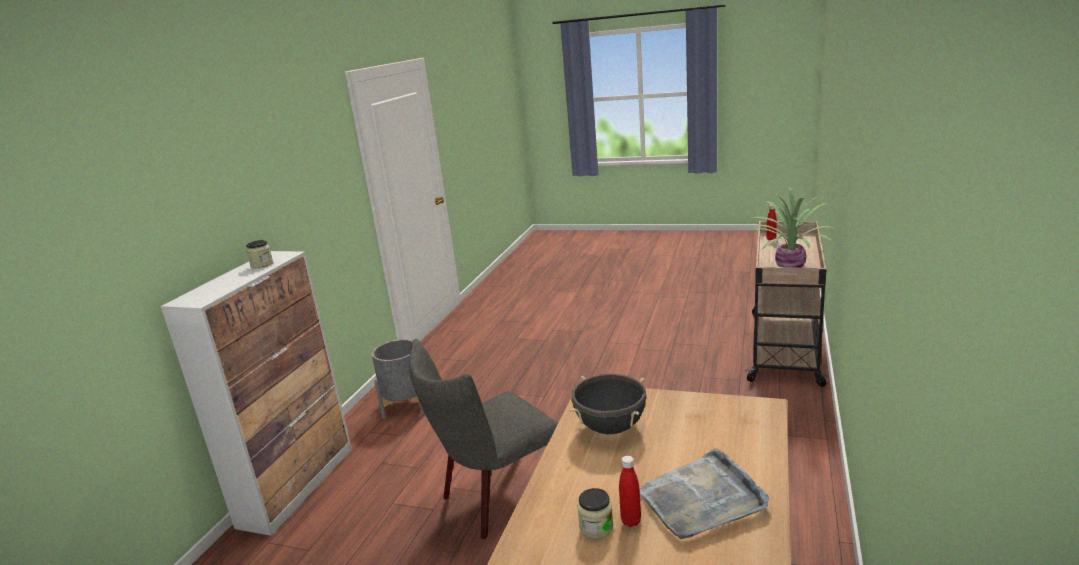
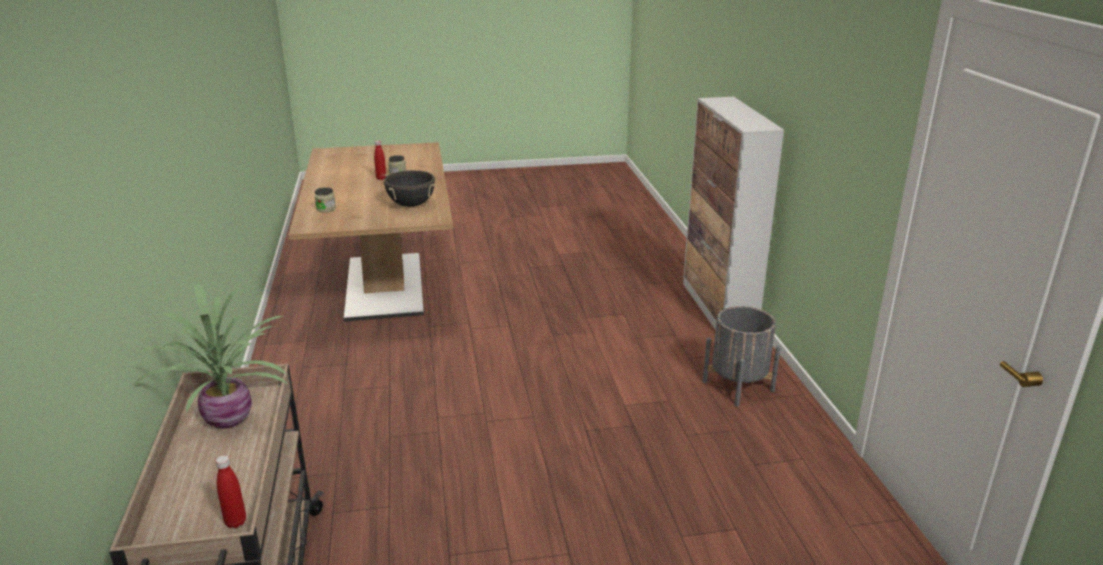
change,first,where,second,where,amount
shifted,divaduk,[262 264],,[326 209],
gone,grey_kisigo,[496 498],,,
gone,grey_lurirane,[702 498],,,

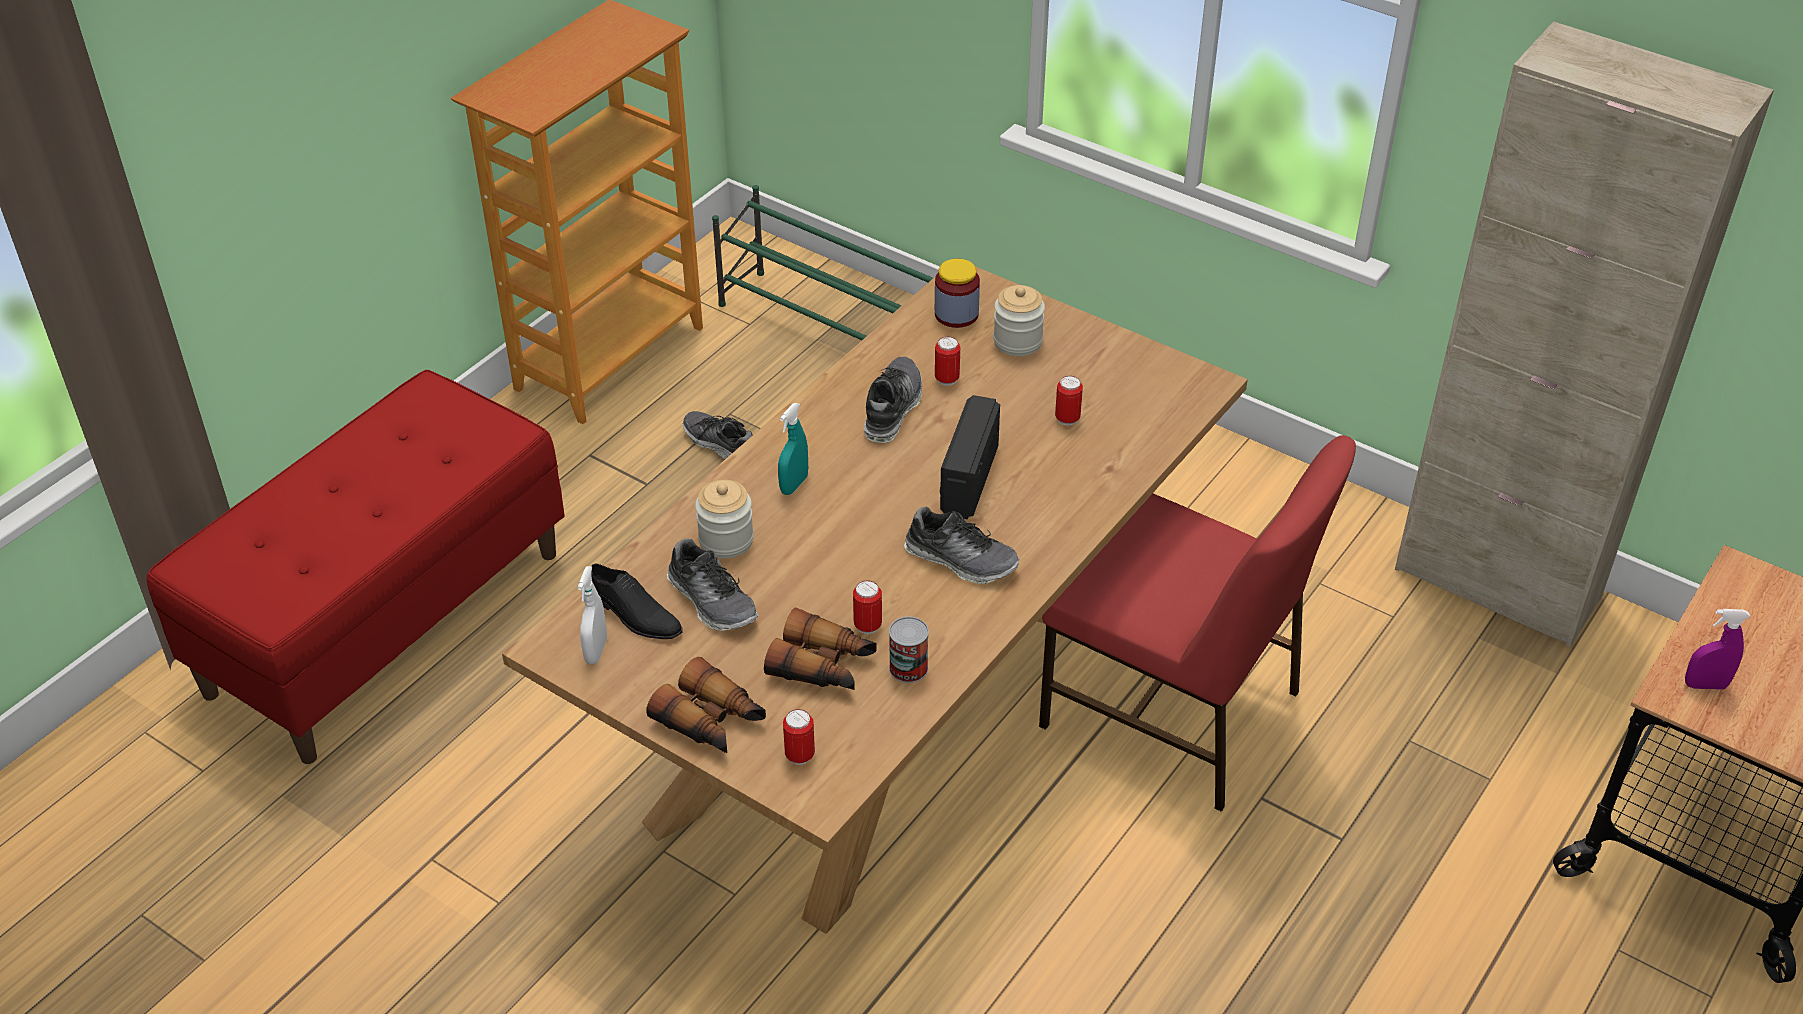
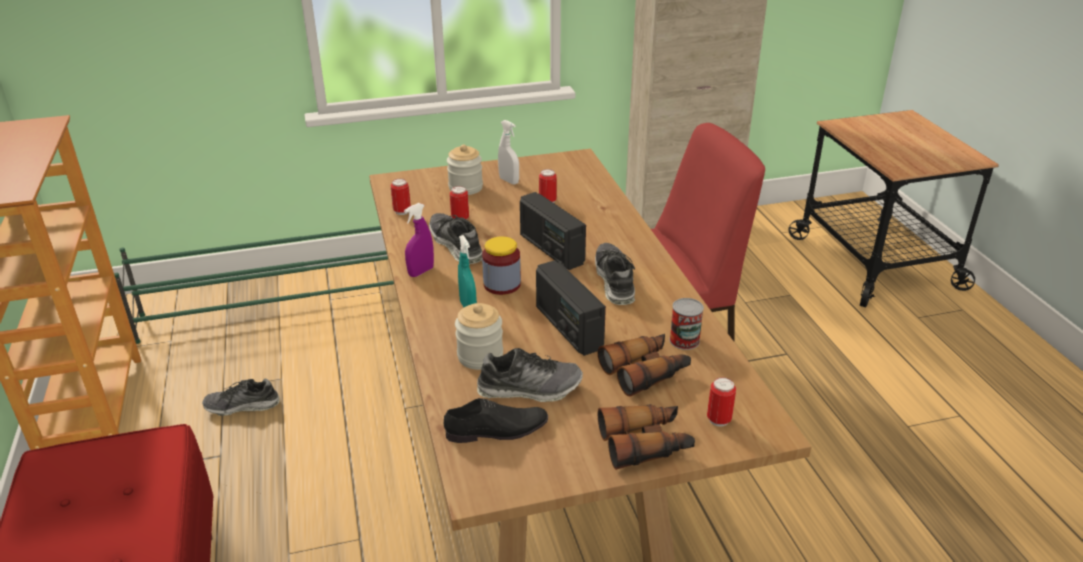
change,first,where,second,where,amount
shifted,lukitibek,[867 626],,[402 211],
shifted,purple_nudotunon,[1705 685],,[421 272],
shifted,divaduk,[956 314],,[502 284],
shifted,white_nudotunon,[596 651],,[509 181],
new,,,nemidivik,[568 327],
rotated,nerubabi,[961 560],,[614 281],75 degrees counterclockwise

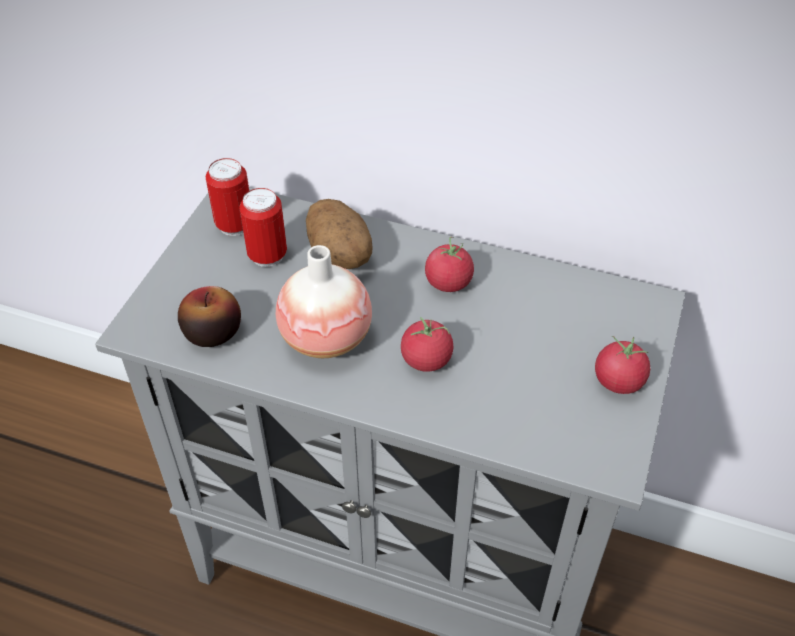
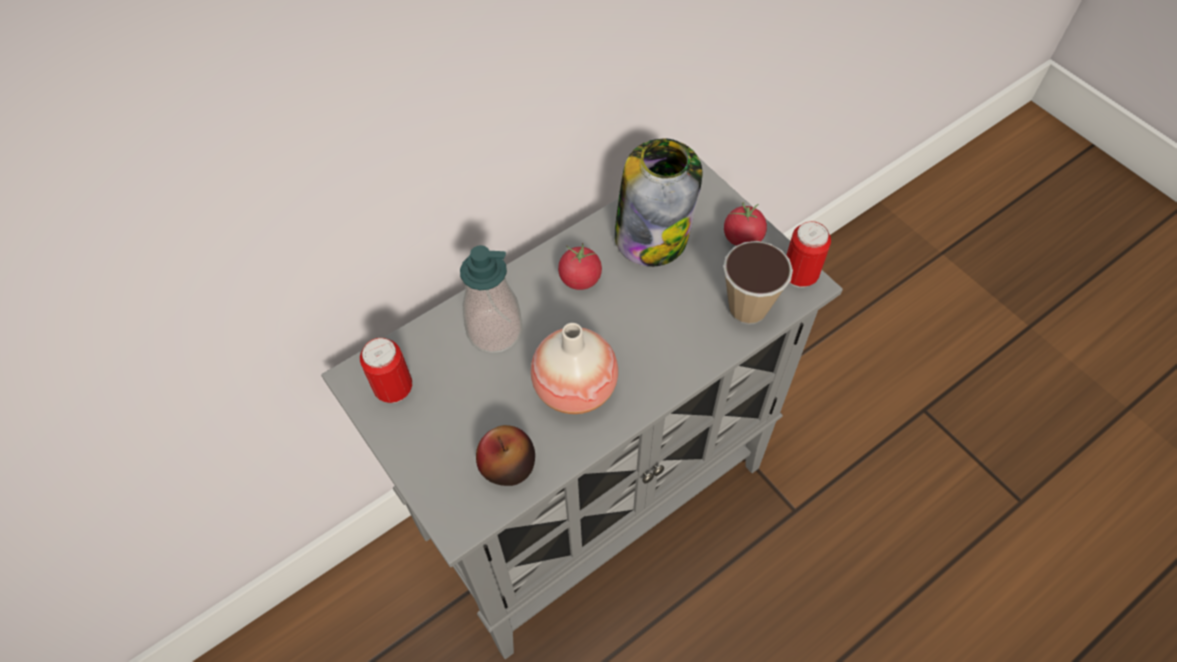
change,first,where,second,where,amount
swapped,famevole,[341 256],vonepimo,[495 331],
new,,,divaduk,[652 234],
new,,,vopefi,[747 308],
shifted,lukitibek,[267 256],,[799 276],
gone,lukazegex,[426 359],,,

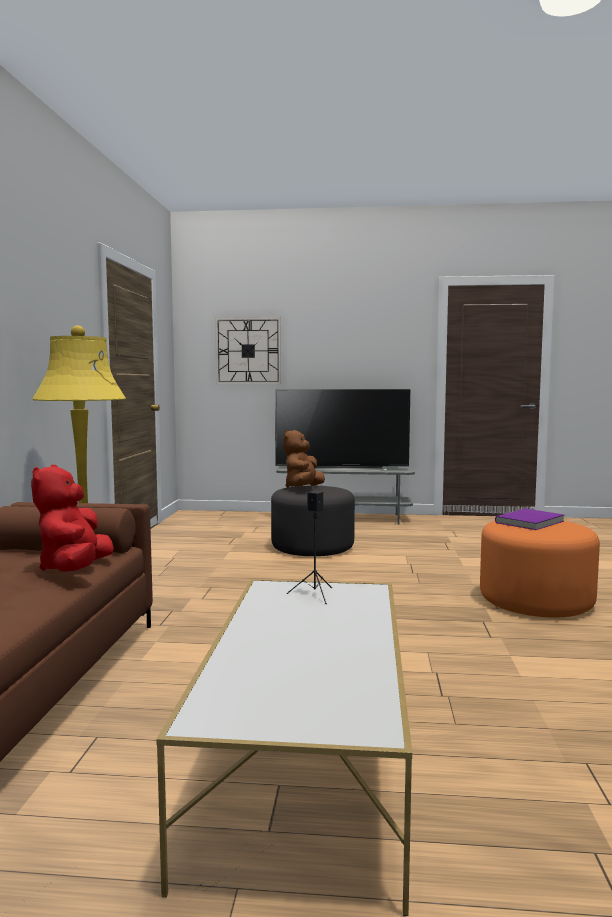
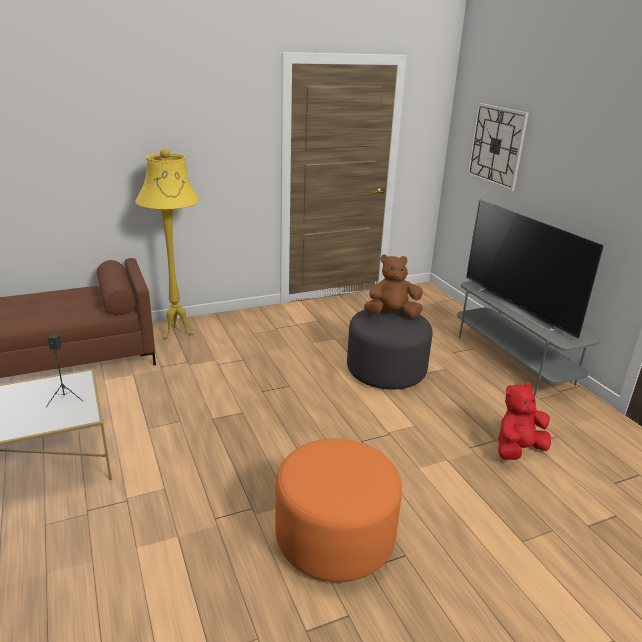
change,first,where,second,where,amount
shifted,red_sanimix,[75 569],,[518 450],
gone,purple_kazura,[531 522],,,

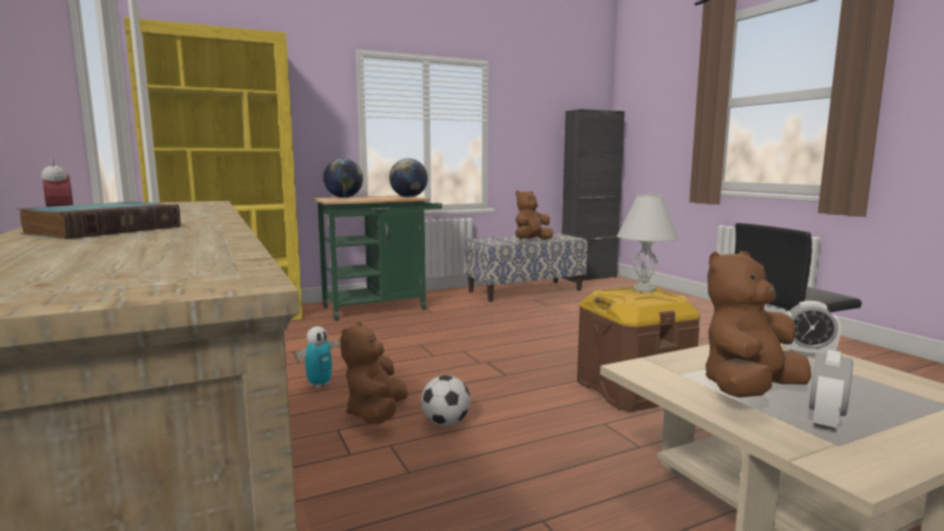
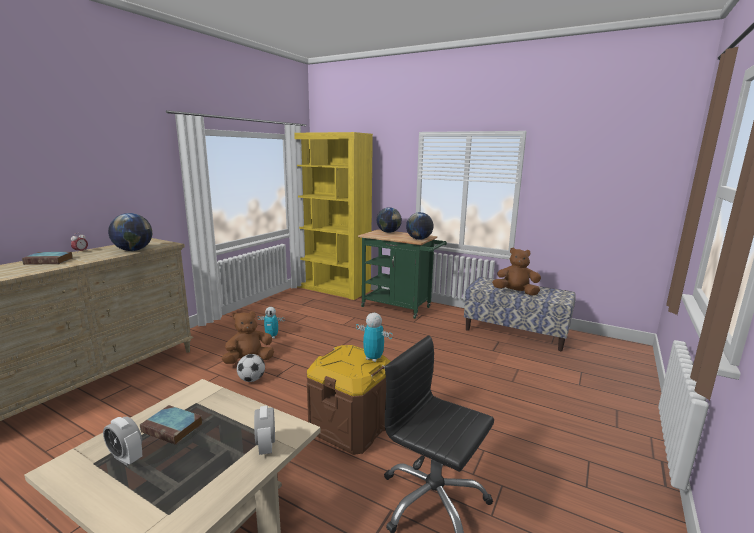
change,first,where,second,where,amount
rotated,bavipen,[826 422],,[126 458],150 degrees counterclockwise
new,,,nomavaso,[133 250],
swapped,brown_sanimix,[748 391],kazura,[173 428],
swapped,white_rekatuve,[643 289],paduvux,[373 358],
gone,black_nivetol,[588 277],,,

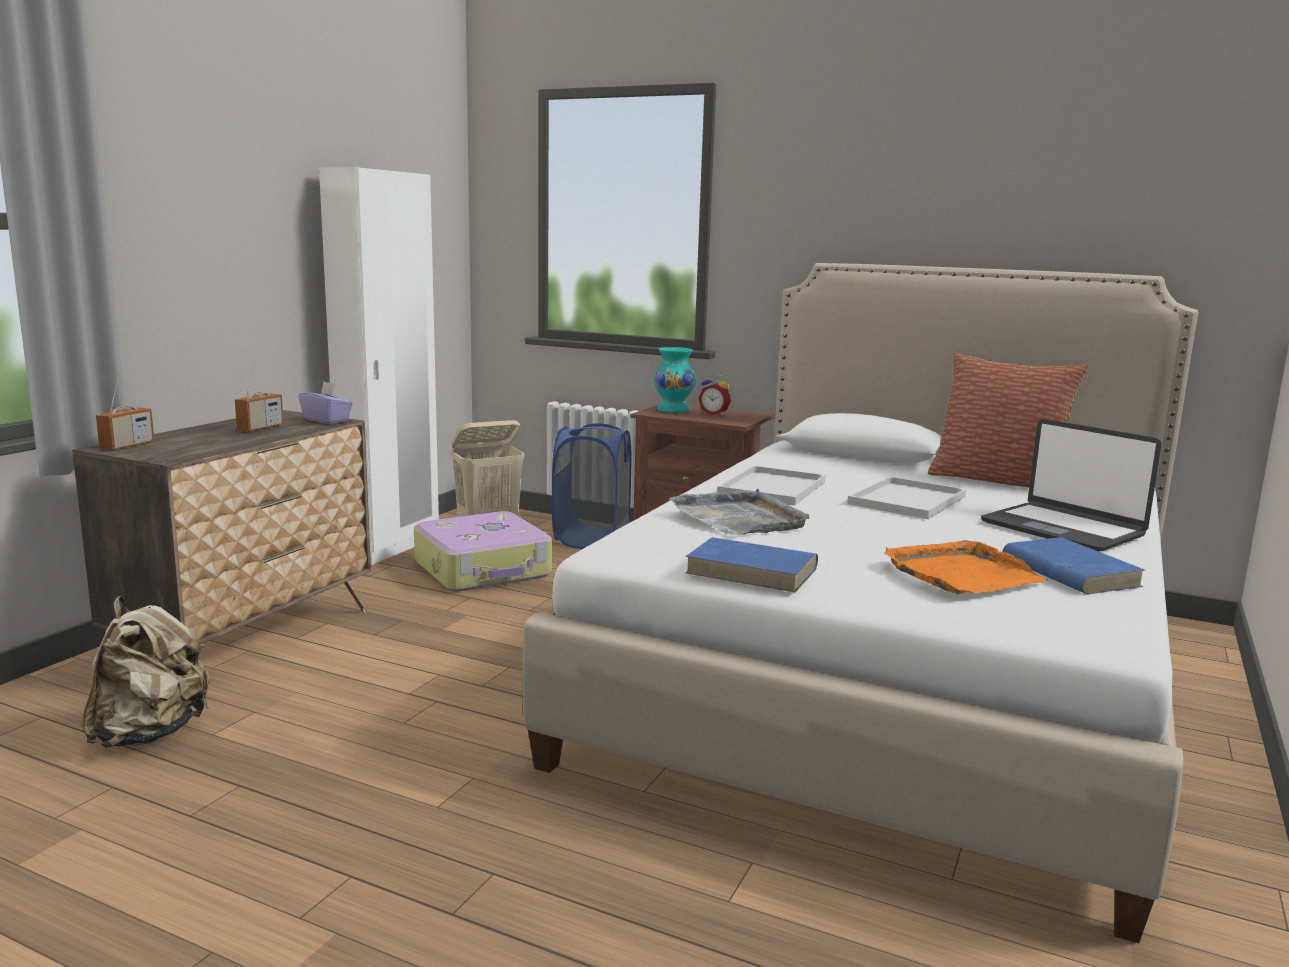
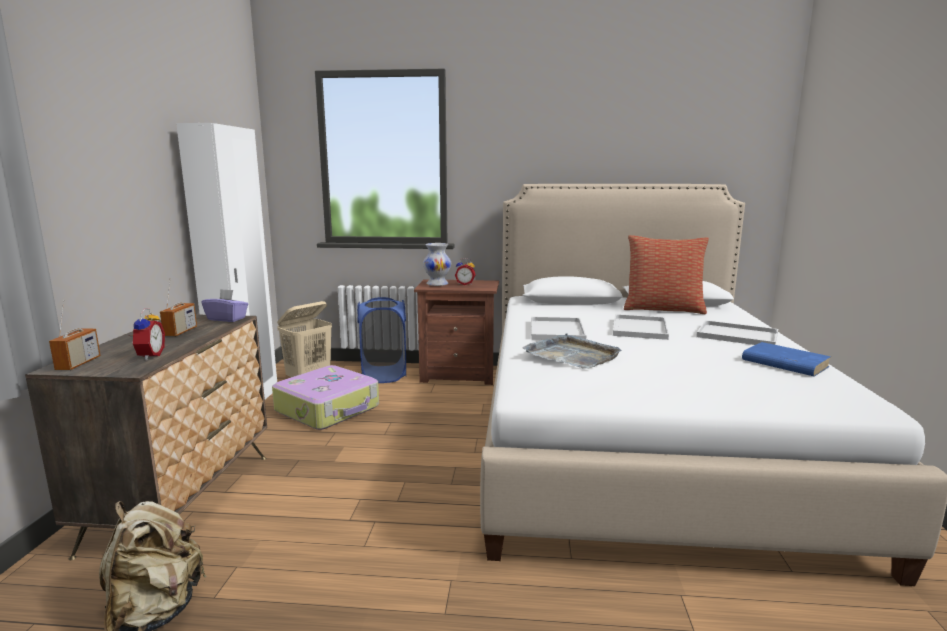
change,first,where,second,where,amount
new,,,bavipen,[148 356],
repainted,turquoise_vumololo,[673 410],white_vumololo,[437 284],
swapped,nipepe,[1063 529],white_lurirane,[739 335],
gone,blue_kazura,[753 571],,,
gone,orange_lurirane,[961 574],,,

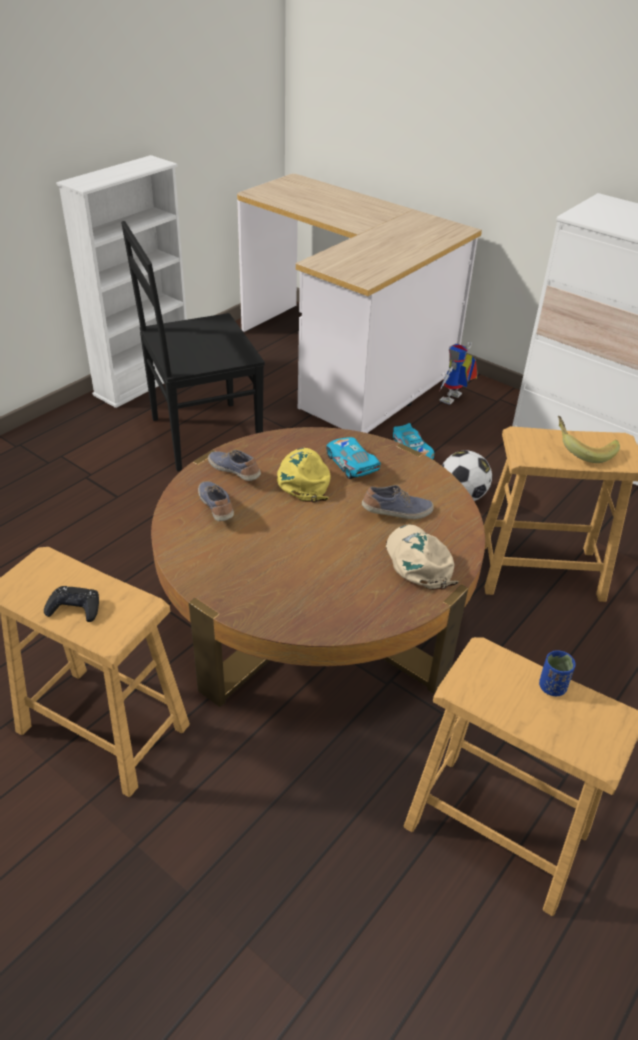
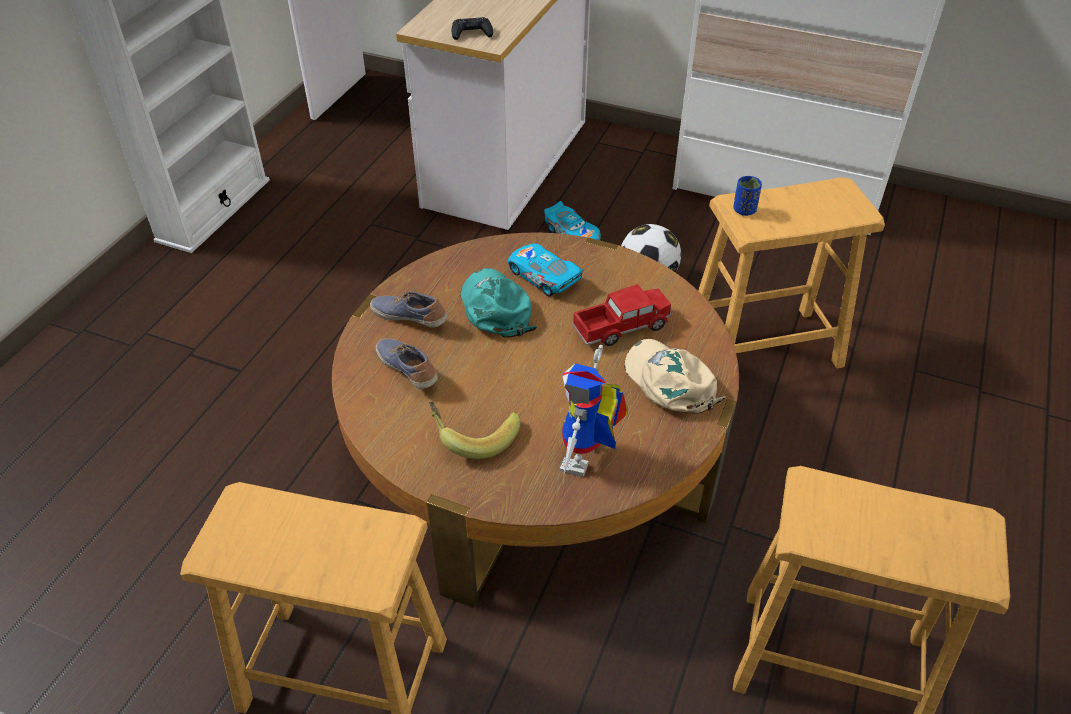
change,first,where,second,where,amount
shifted,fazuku,[582 450],,[474 436],
shifted,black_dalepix,[74 608],,[472 33],
repainted,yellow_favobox,[303 478],turquoise_favobox,[495 308],
shifted,paduvux,[453 400],,[586 461],
swapped,nerubabi,[397 513],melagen,[621 327],
shifted,blue_vopefi,[552 687],,[744 210],
gone,black_kisigo,[202 436],,,

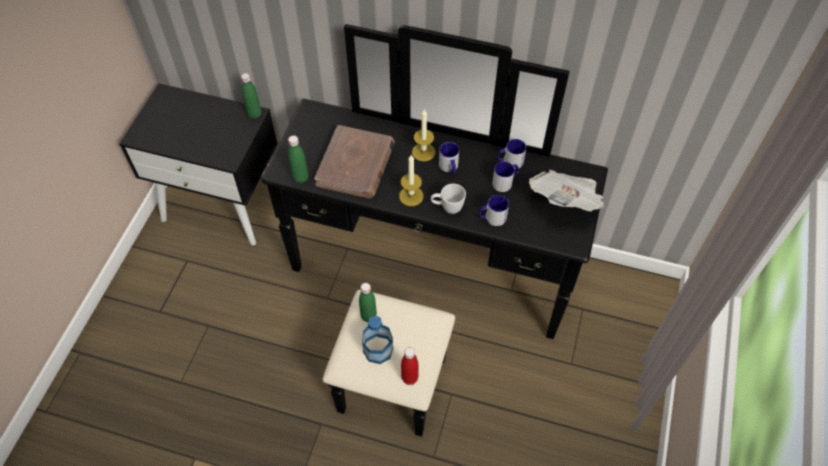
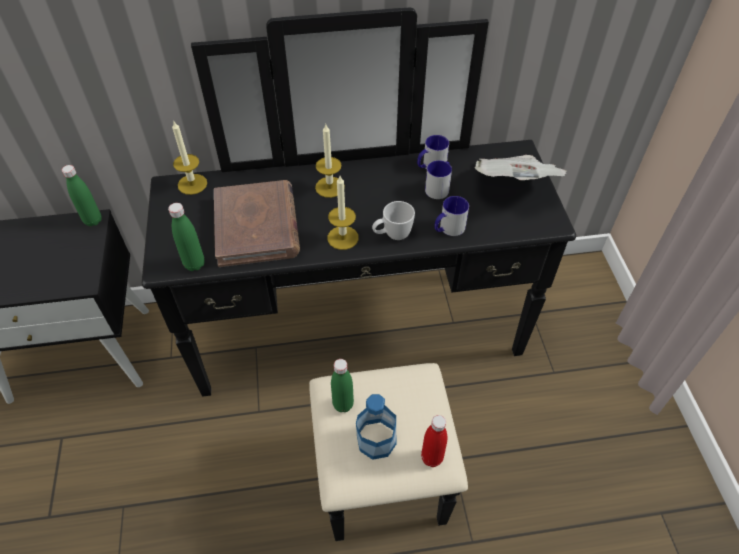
change,first,where,second,where,amount
new,,,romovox,[192 184],
gone,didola,[449 167],,,

